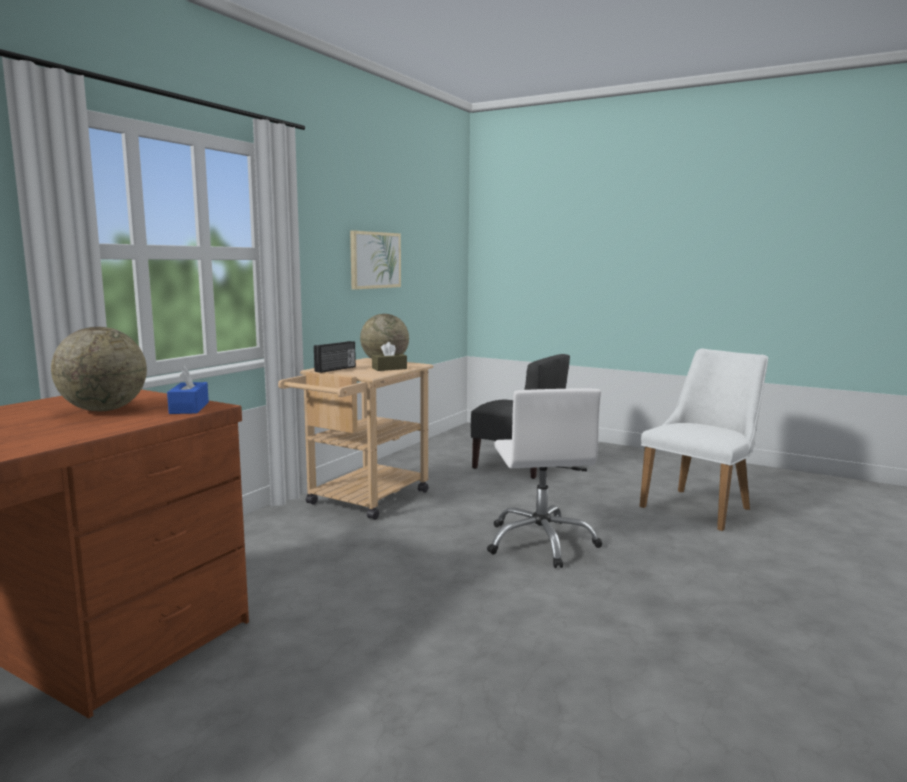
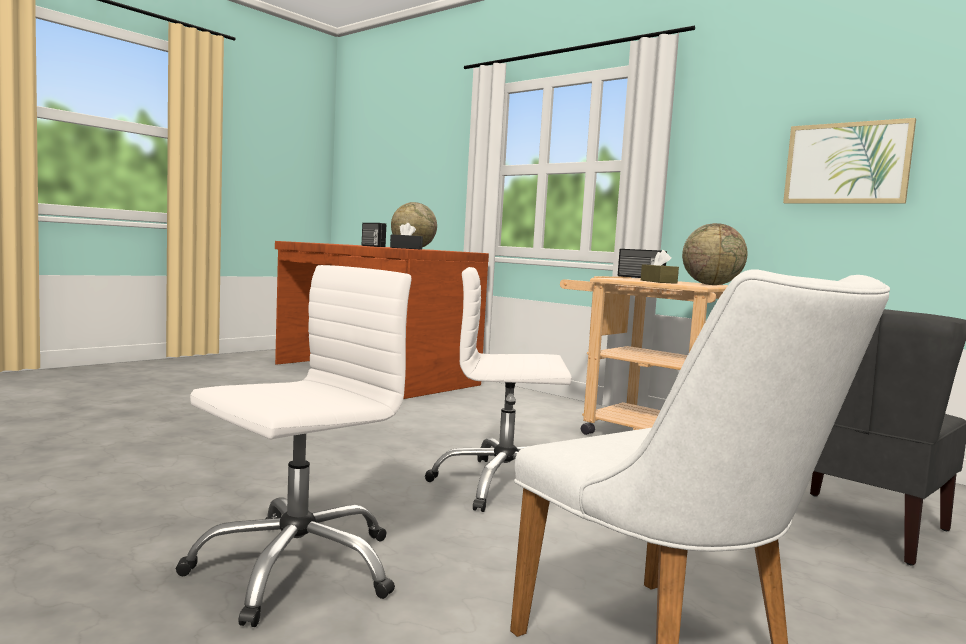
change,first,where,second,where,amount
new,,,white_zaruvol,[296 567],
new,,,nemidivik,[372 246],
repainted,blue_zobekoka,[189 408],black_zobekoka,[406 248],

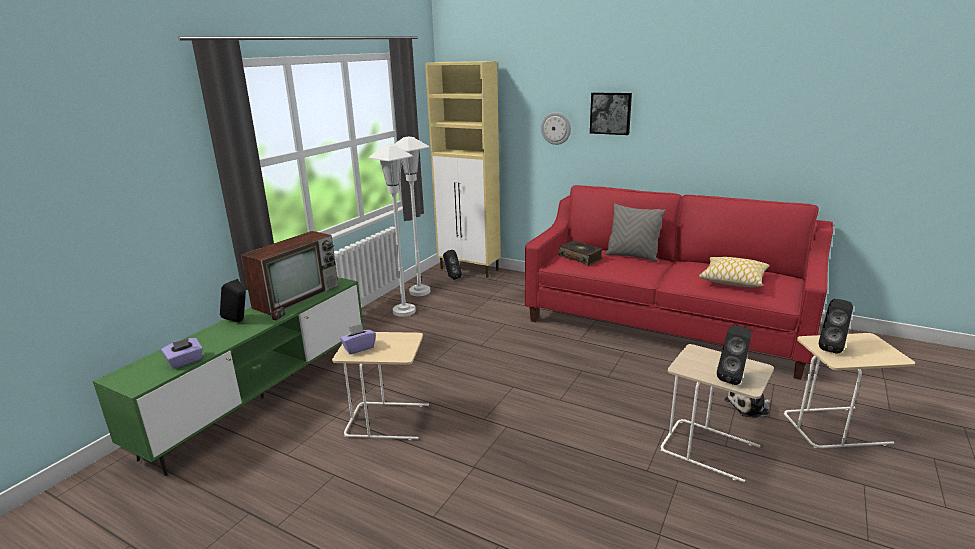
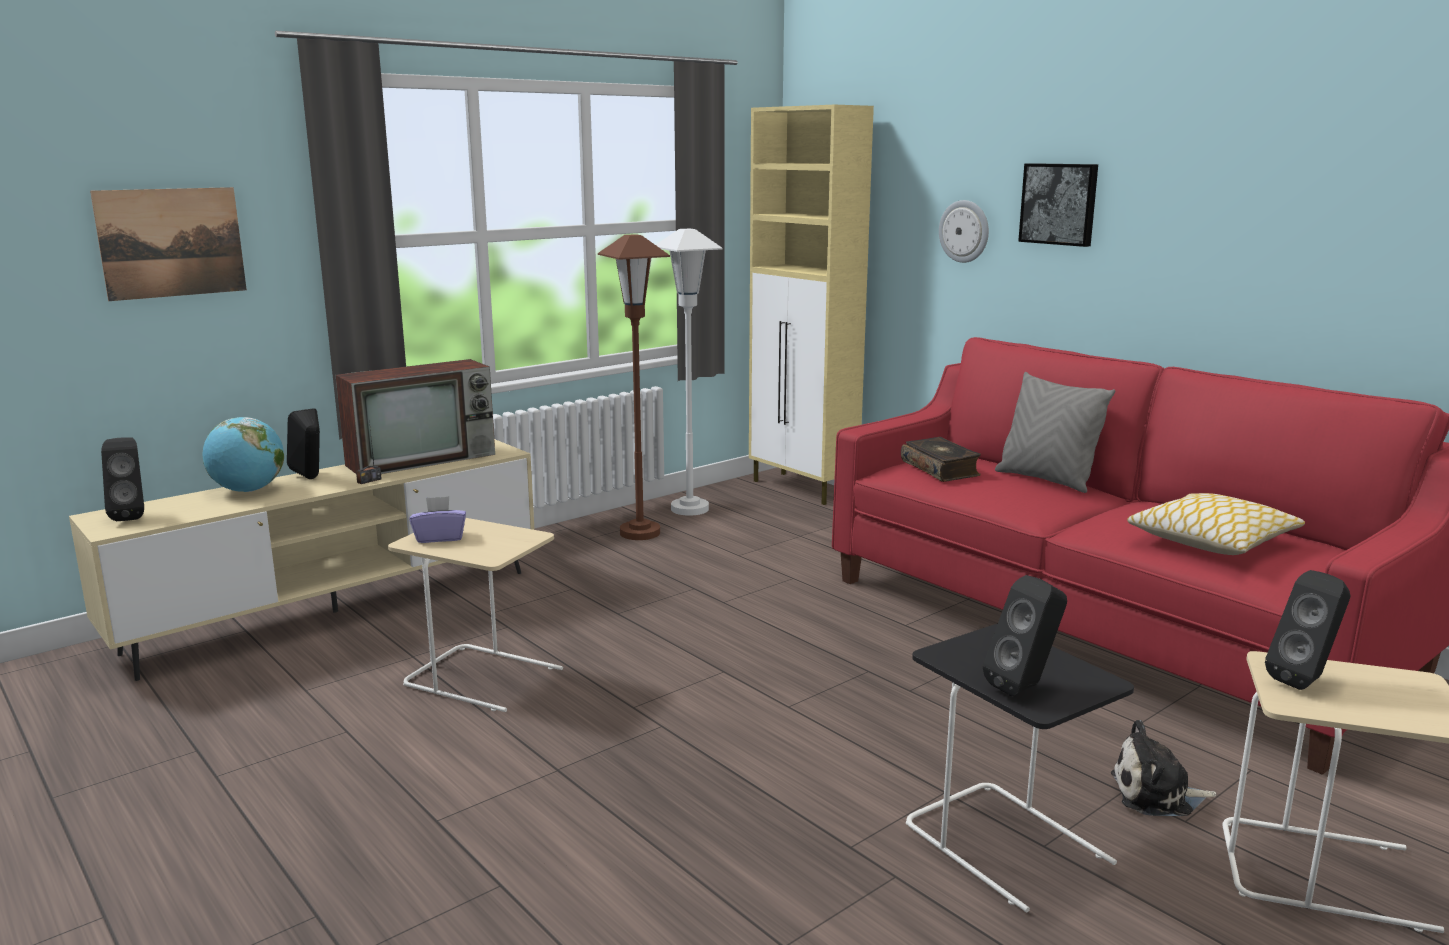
change,first,where,second,where,amount
repainted,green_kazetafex,[263 397],beige_kazetafex,[335 611],
new,,,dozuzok,[171 242],
shifted,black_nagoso,[451 277],,[131 516],
new,,,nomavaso,[248 490],
repainted,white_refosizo,[404 311],brown_refosizo,[640 533],
repainted,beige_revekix,[710 449],black_revekix,[1008 844],
gone,purple_zobekoka,[185 361],,,

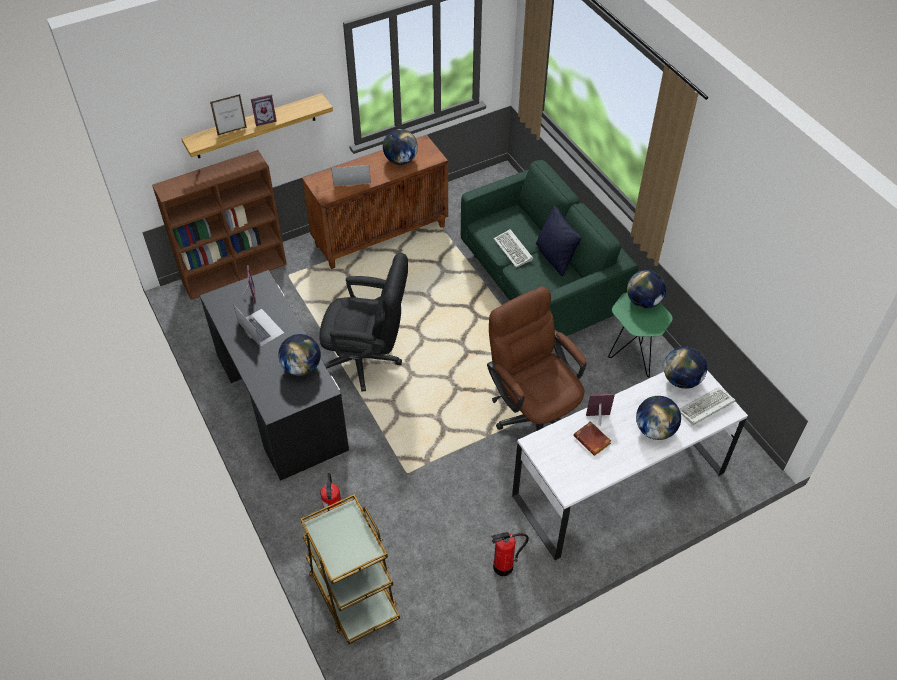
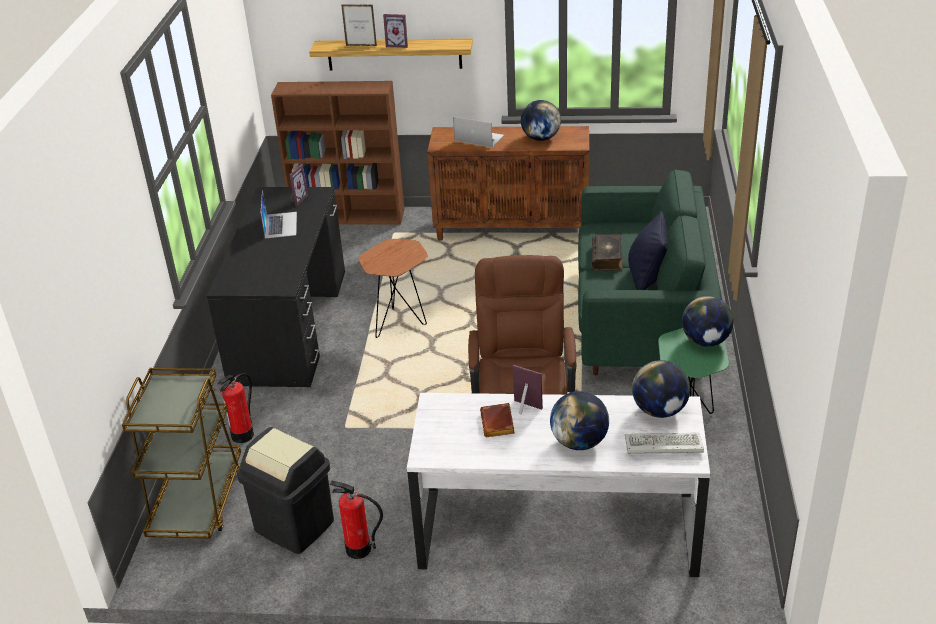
change,first,where,second,where,amount
new,,,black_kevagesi,[295 525],
swapped,black_zaruvol,[367 360],brown_revekix,[399 323],
swapped,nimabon,[514 250],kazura,[607 258],
gone,nomavaso,[302 367],,,

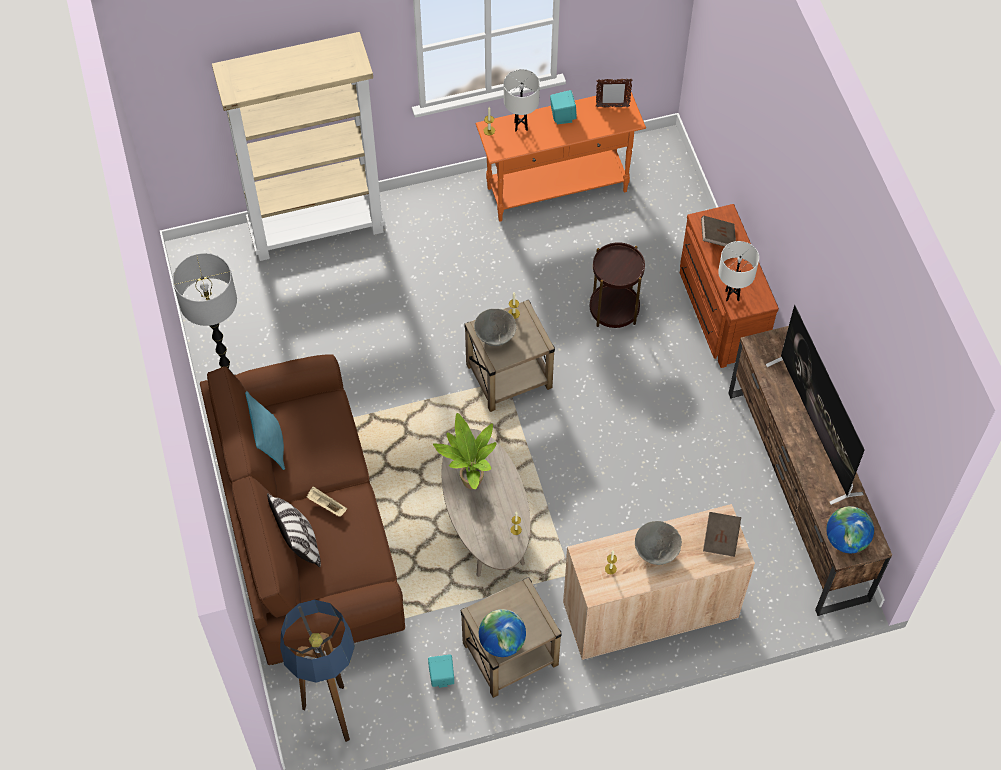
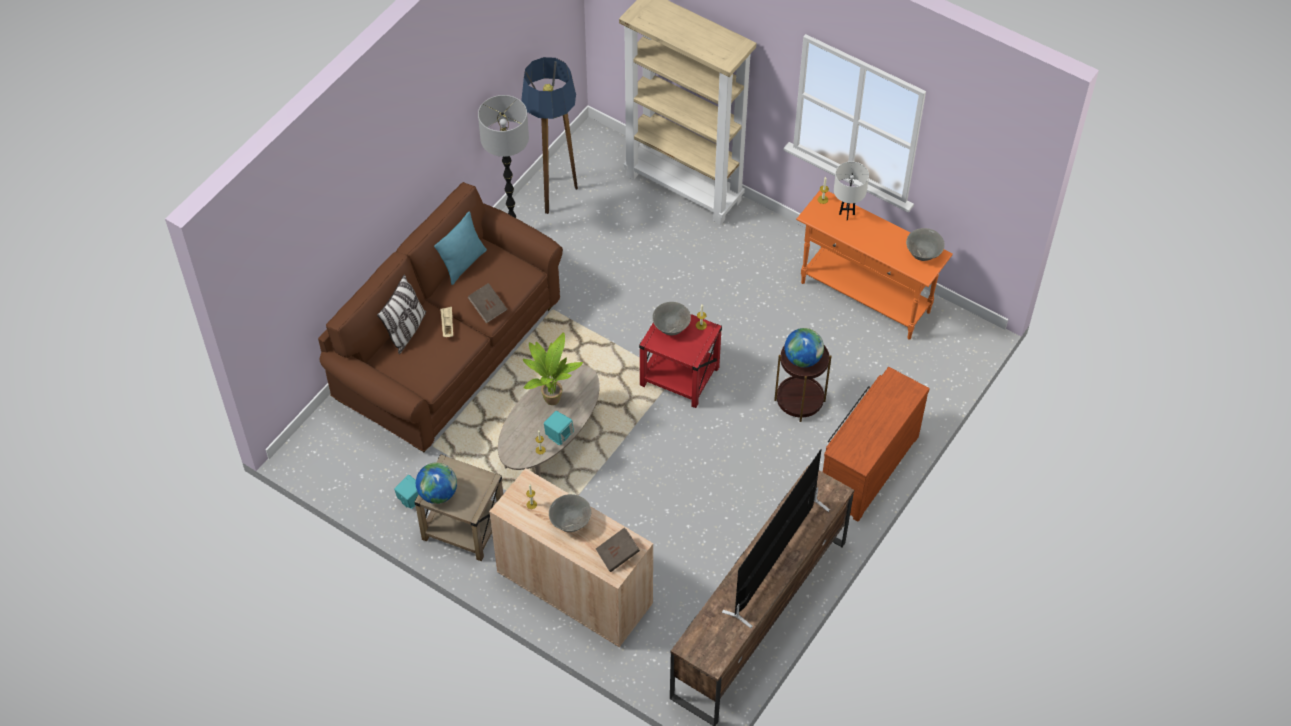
change,first,where,second,where,amount
shifted,brown_kazura,[717 237],,[488 308],
shifted,refosizo,[334 716],,[554 197],
shifted,turquoise_nagoso,[562 116],,[559 435],
repainted,beige_revekix,[508 376],red_revekix,[679 376],
shifted,nomavaso,[846 539],,[802 359],
swapped,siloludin,[612 106],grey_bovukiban,[923 254],
gone,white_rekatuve,[732 295],,,

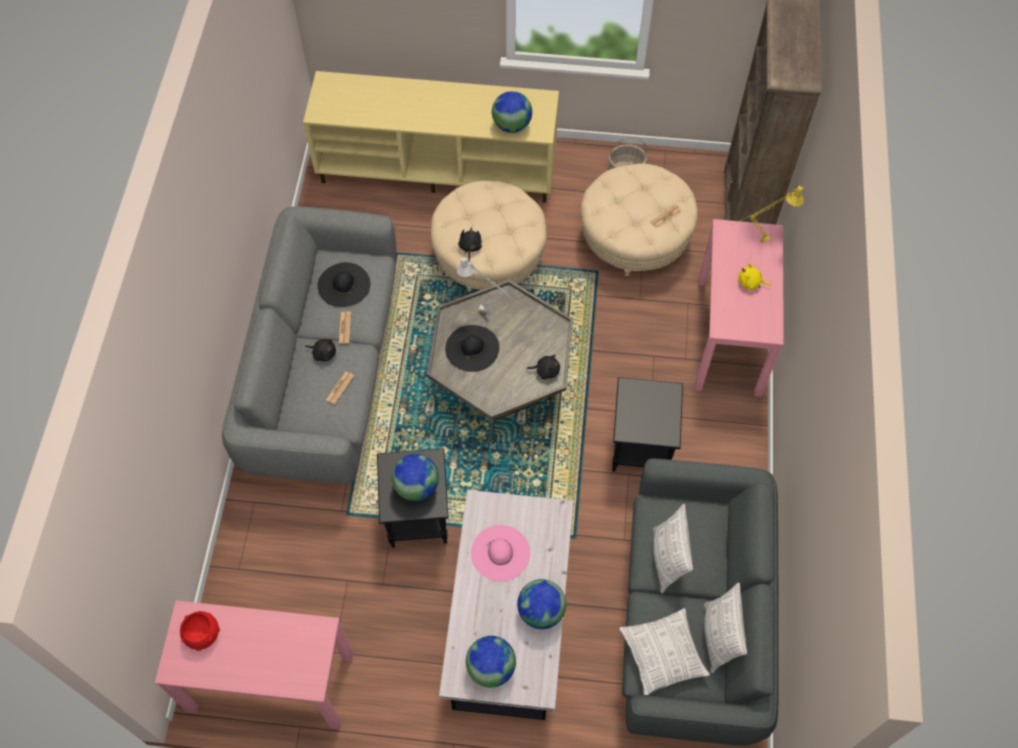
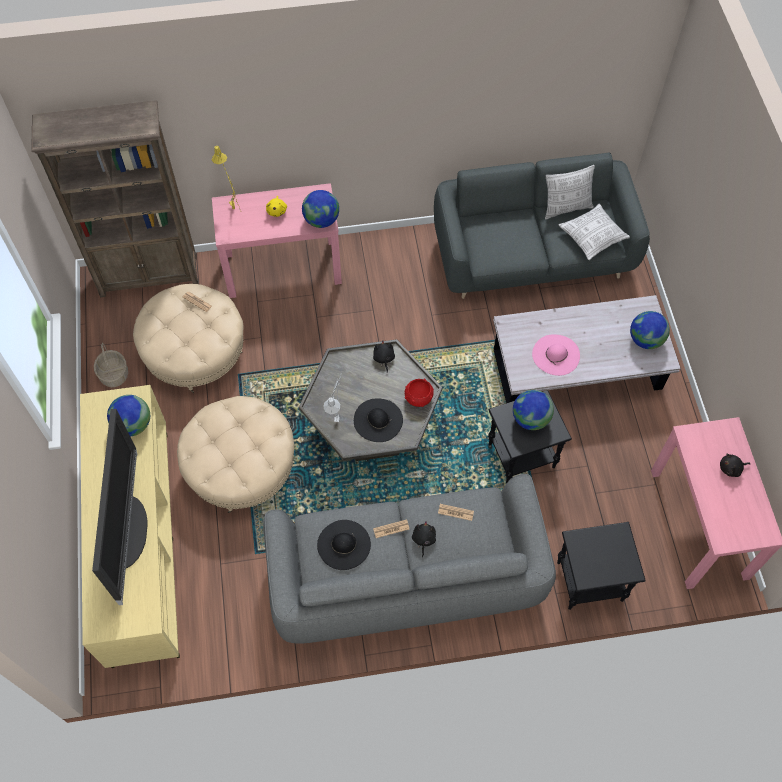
change,first,where,second,where,amount
new,,,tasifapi,[128 532],
shifted,nomavaso,[541 611],,[321 220],
shifted,red_bovukiban,[202 633],,[418 398],
shifted,black_revekix,[639 446],,[589 582],
shifted,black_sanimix,[470 247],,[731 468],
gone,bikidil,[667 560],,,

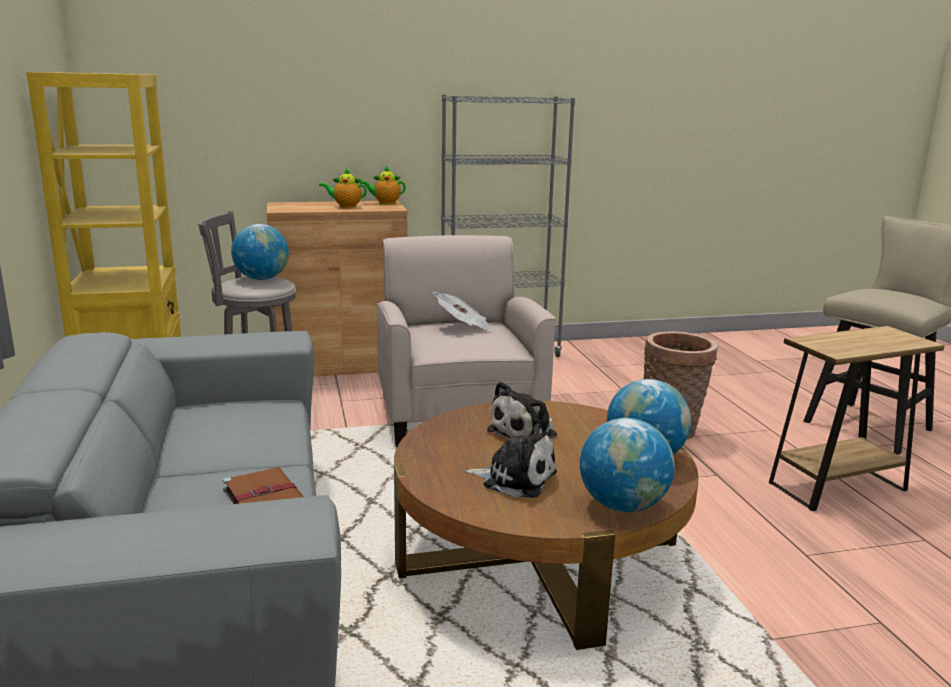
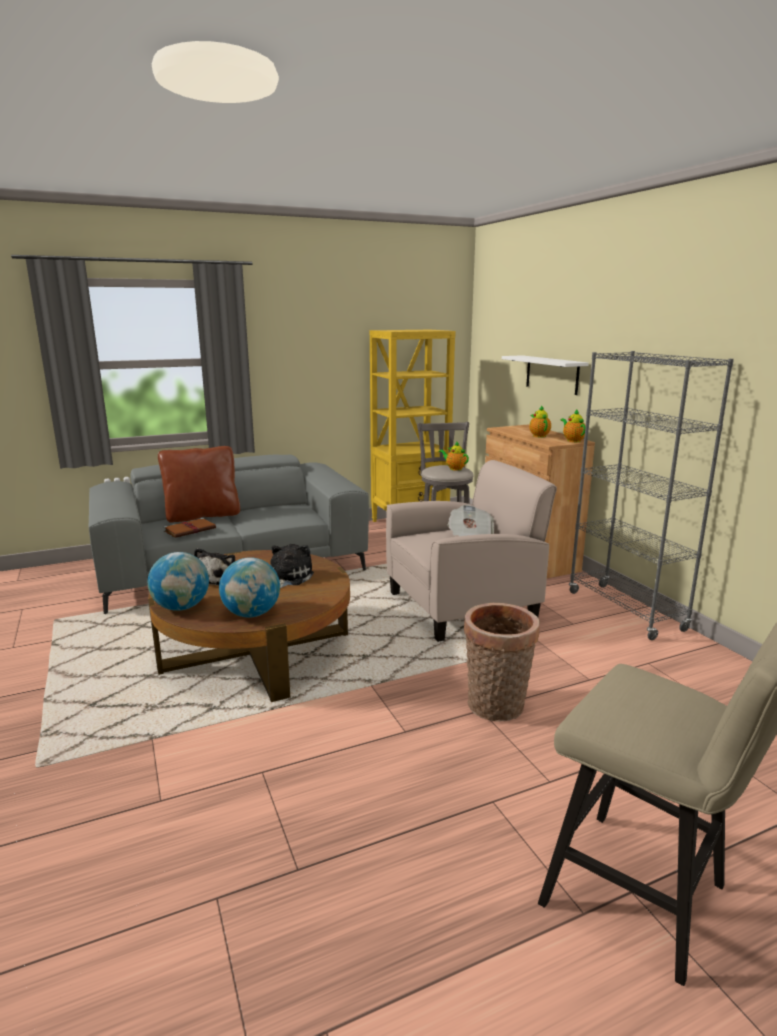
change,first,where,second,where,amount
new,,,brown_bikidil,[202 515],
rotated,sanimix,[526 433],,[288 578],75 degrees clockwise
swapped,nomavaso,[262 279],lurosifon,[454 468],
new,,,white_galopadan,[552 374],
gone,brown_revekix,[837 486],,,

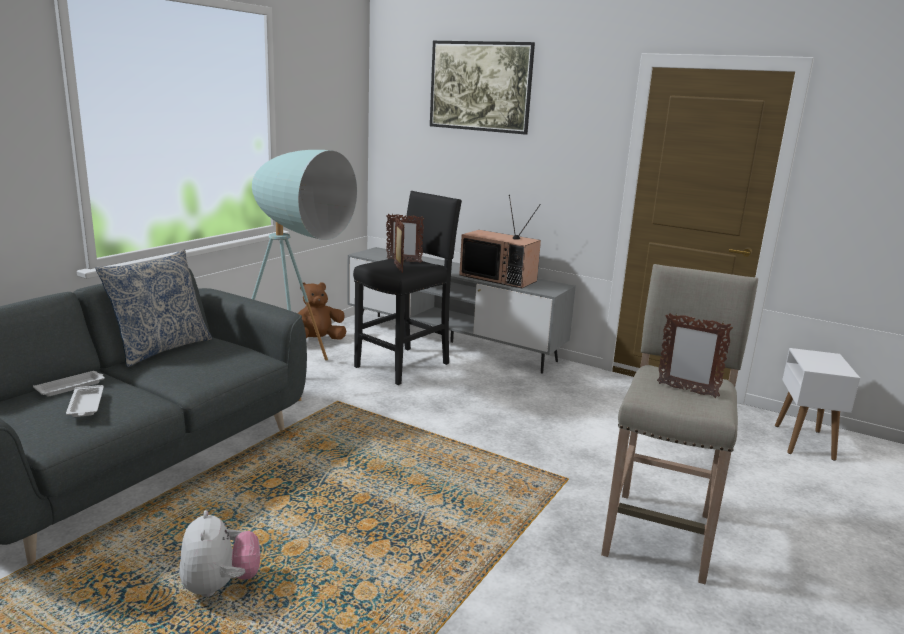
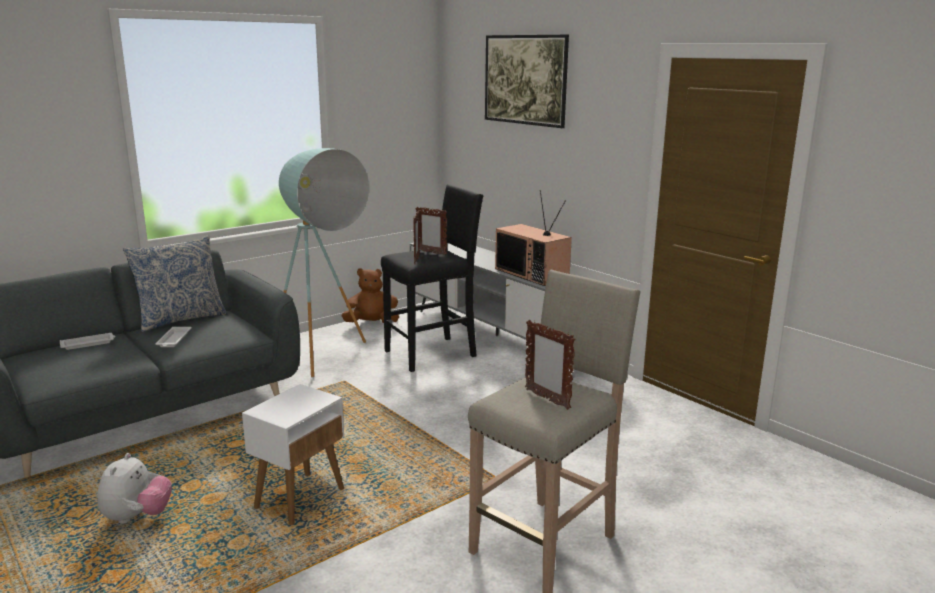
change,first,where,second,where,amount
shifted,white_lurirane,[86 405],,[173 340],
shifted,white_revekix,[803 441],,[300 498],

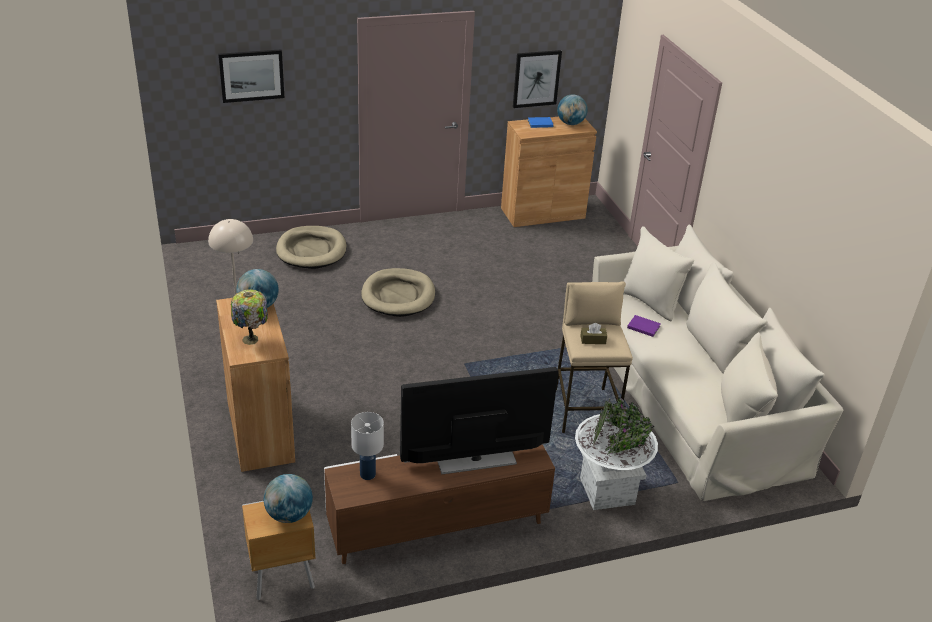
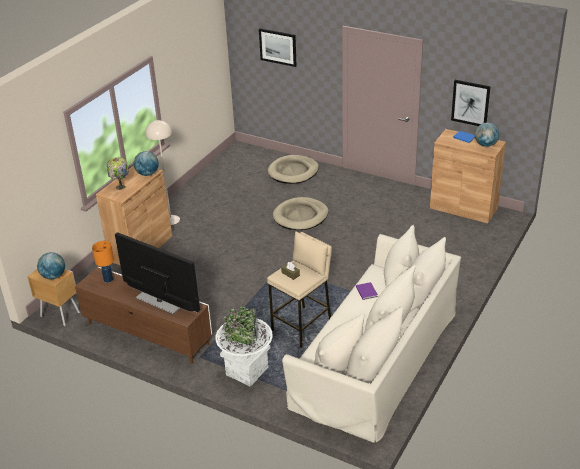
change,first,where,second,where,amount
repainted,white_rekatuve,[368 474],orange_rekatuve,[108 280],

